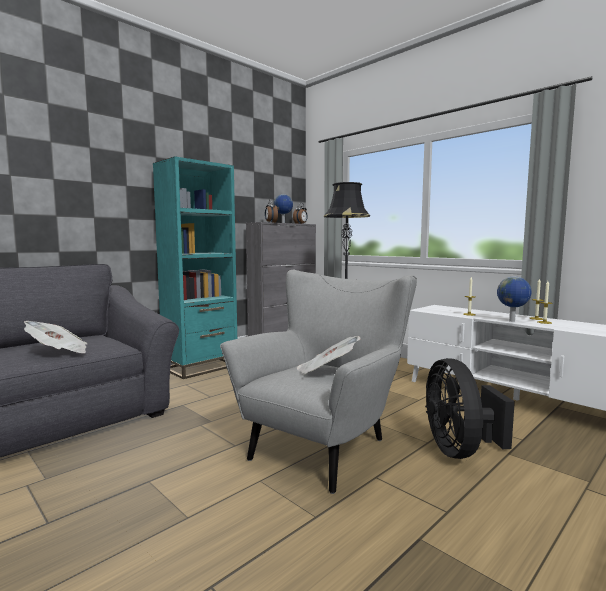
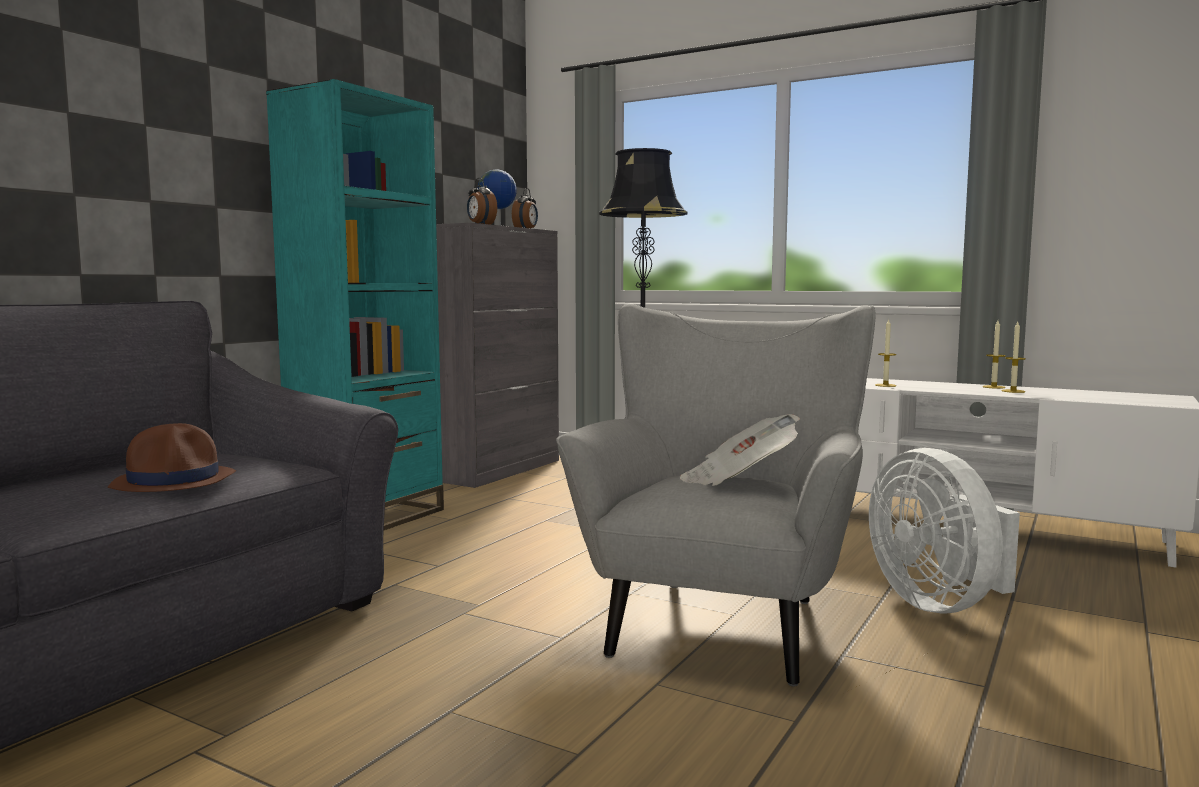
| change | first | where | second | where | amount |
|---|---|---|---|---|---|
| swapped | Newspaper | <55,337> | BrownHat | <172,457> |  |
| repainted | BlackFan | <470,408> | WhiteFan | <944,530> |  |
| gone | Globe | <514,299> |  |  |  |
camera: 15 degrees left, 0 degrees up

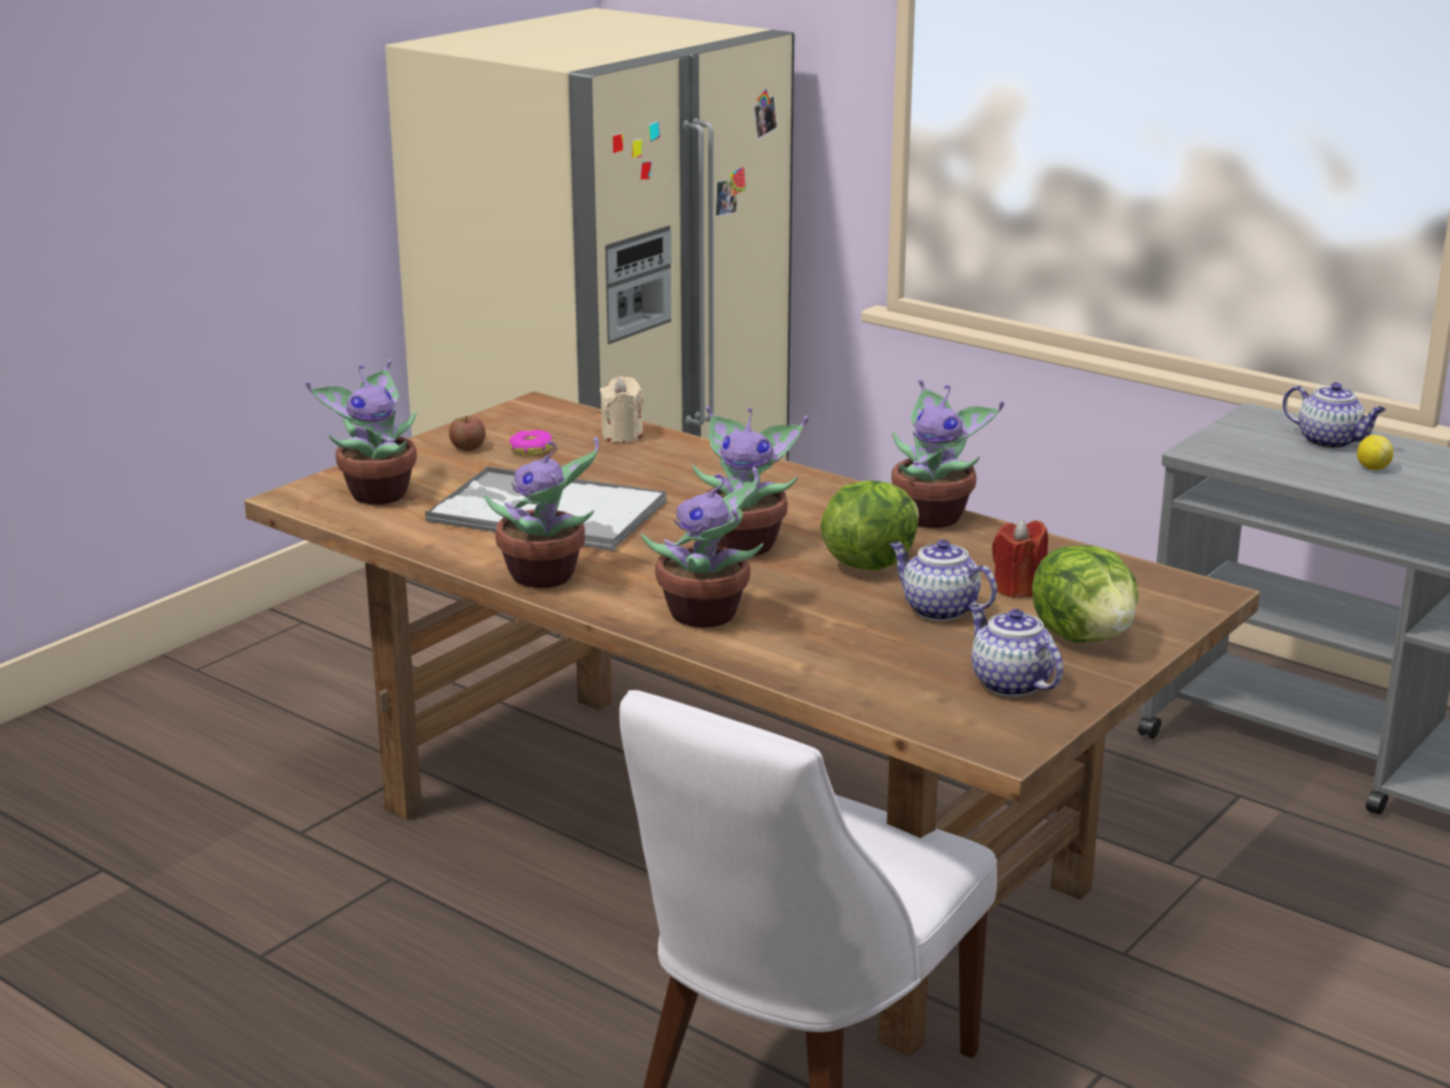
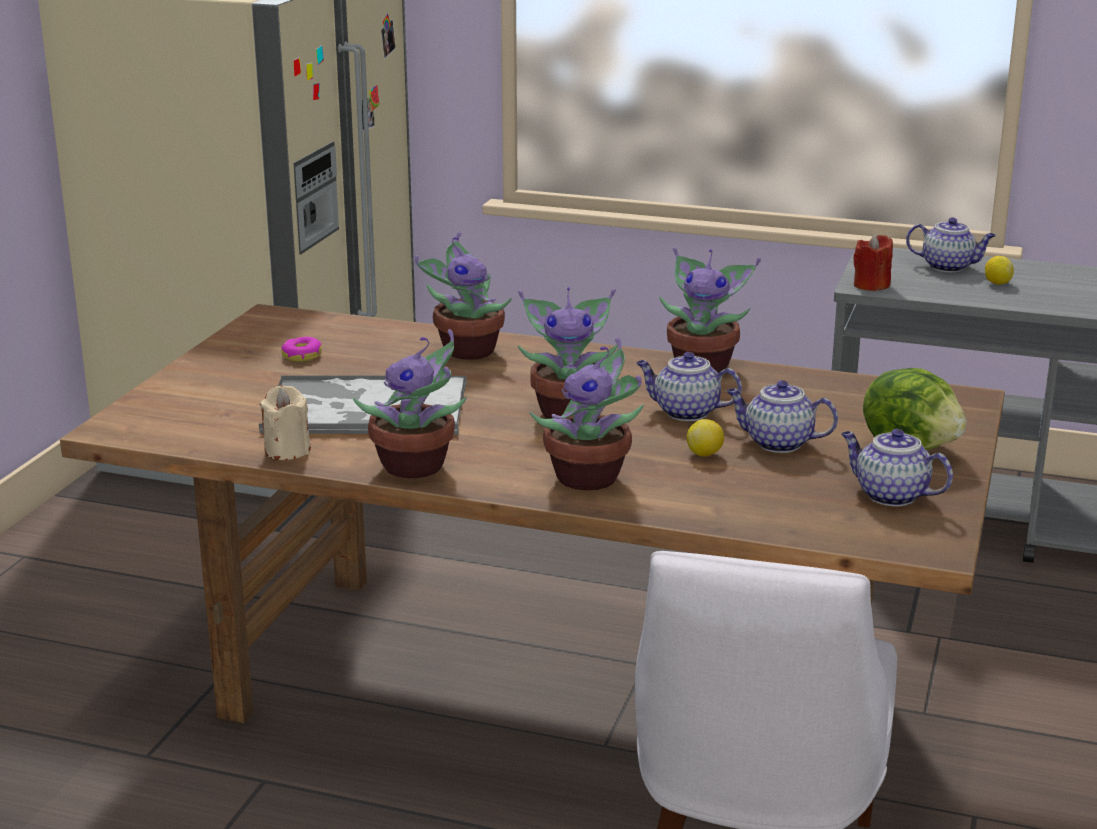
| change | first | where | second | where | amount |
|---|---|---|---|---|---|
| shifted | PottedPlant | <361,432> |  | <463,296> |  |
| gone | Apple | <467,433> |  |  |  |
| shifted | BeigeCandle | <621,409> |  | <285,422> |  |
| swapped | Lettuce | <869,525> | Teapot | <689,386> |  |
| shifted | RedCandle | <1020,558> |  | <873,262> |  |
| new |  |  | Lemon | <705,438> |  |
camera: 20 degrees left, 0 degrees up

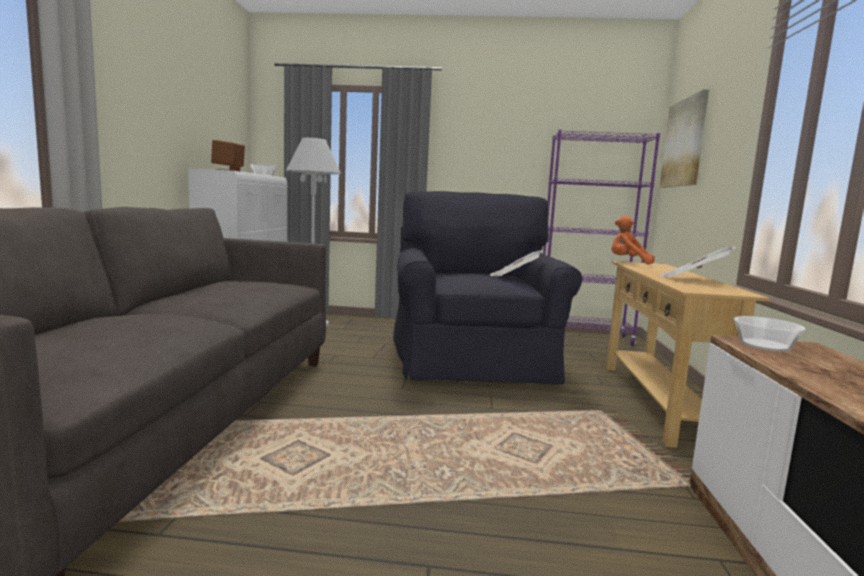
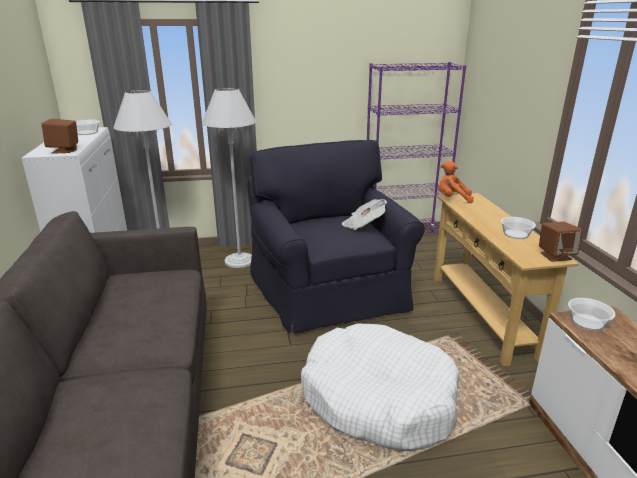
| change | first | where | second | where | amount |
|---|---|---|---|---|---|
| swapped | Newspaper | <697,261> | Bowl | <518,228> |  |
| gone | Picture | <684,138> |  |  |  |
| new |  |  | WhiteFloorLamp | <229,178> |  |
| new |  |  | WhiteDogBed | <380,387> |  |
| new |  |  | BrownSpeaker | <561,242> |  |
camera: 15 degrees left, 15 degrees up

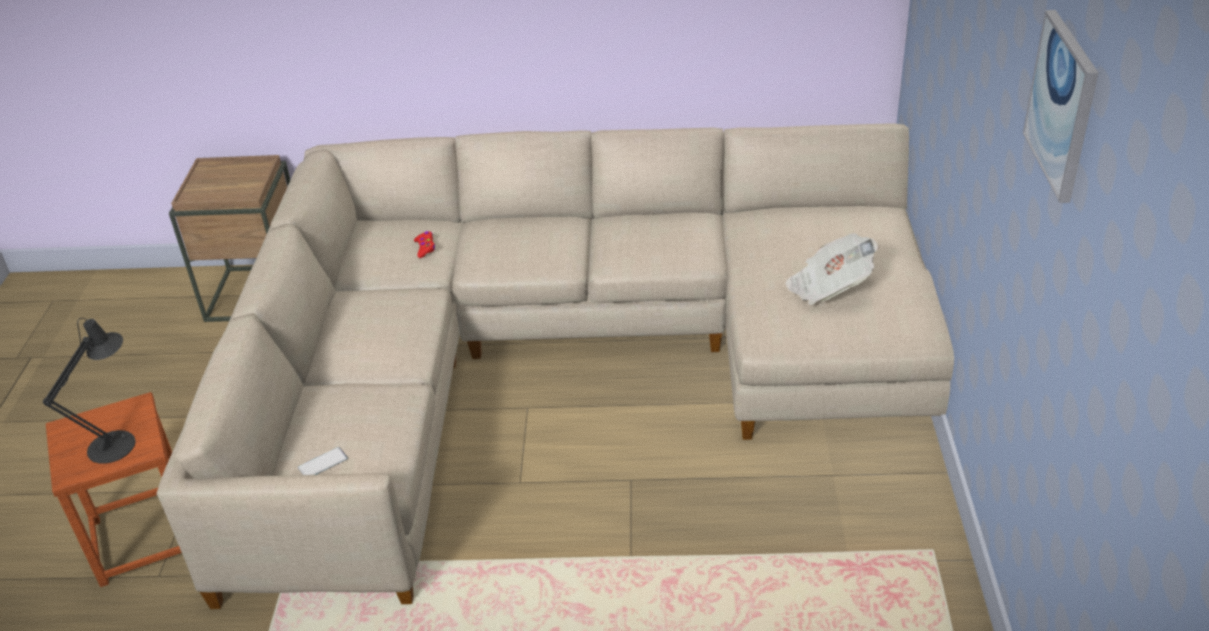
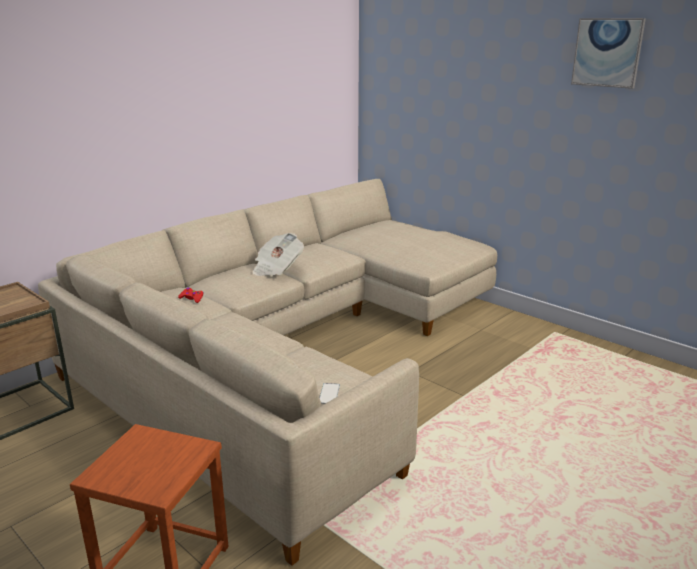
| change | first | where | second | where | amount |
|---|---|---|---|---|---|
| gone | BlackTableLamp | <89,391> |  |  |  |
| shifted | Newspaper | <832,269> |  | <278,254> |  |
camera: 50 degrees left, 15 degrees down

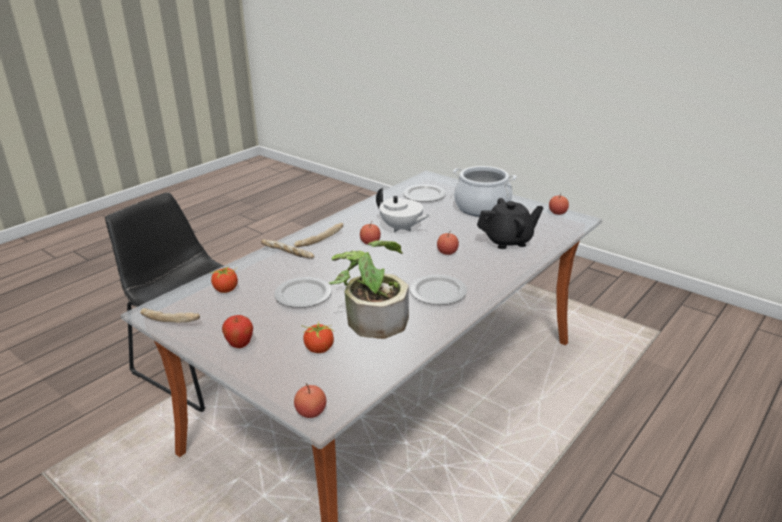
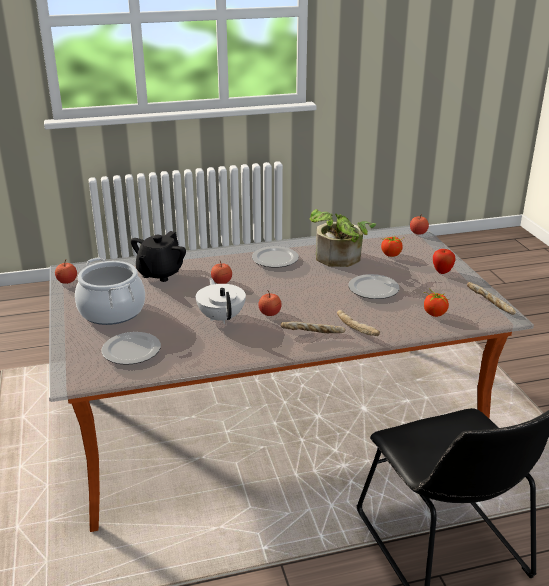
| change | first | where | second | where | amount |
|---|---|---|---|---|---|
| rotated | BlackTeapot | <510,223> |  | <158,256> | 90 degrees counterclockwise |
camera: 145 degrees left, 0 degrees up

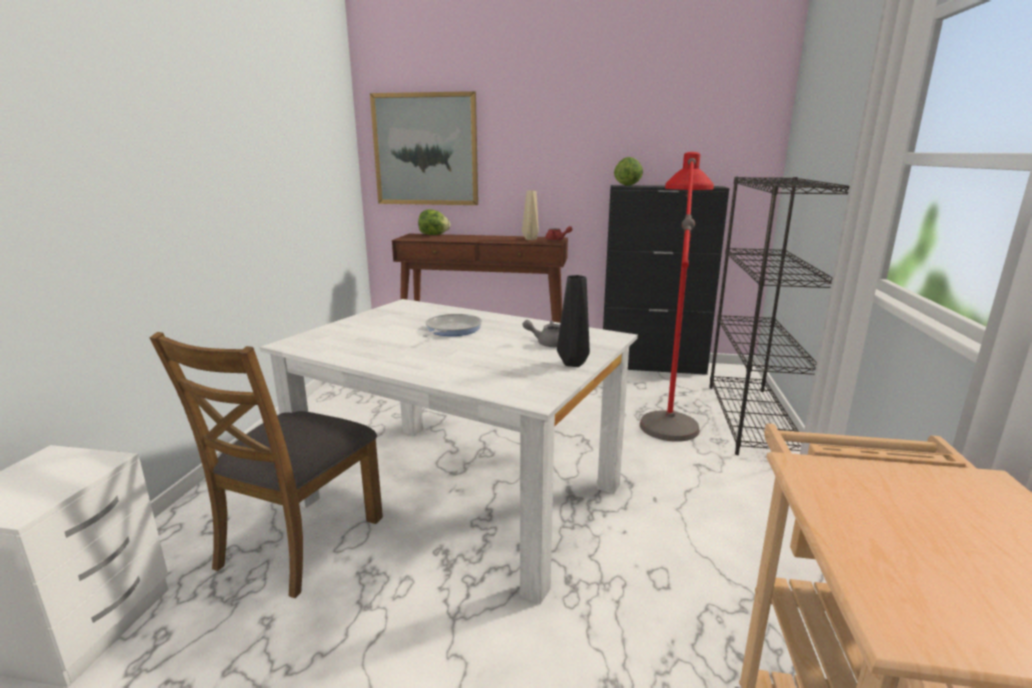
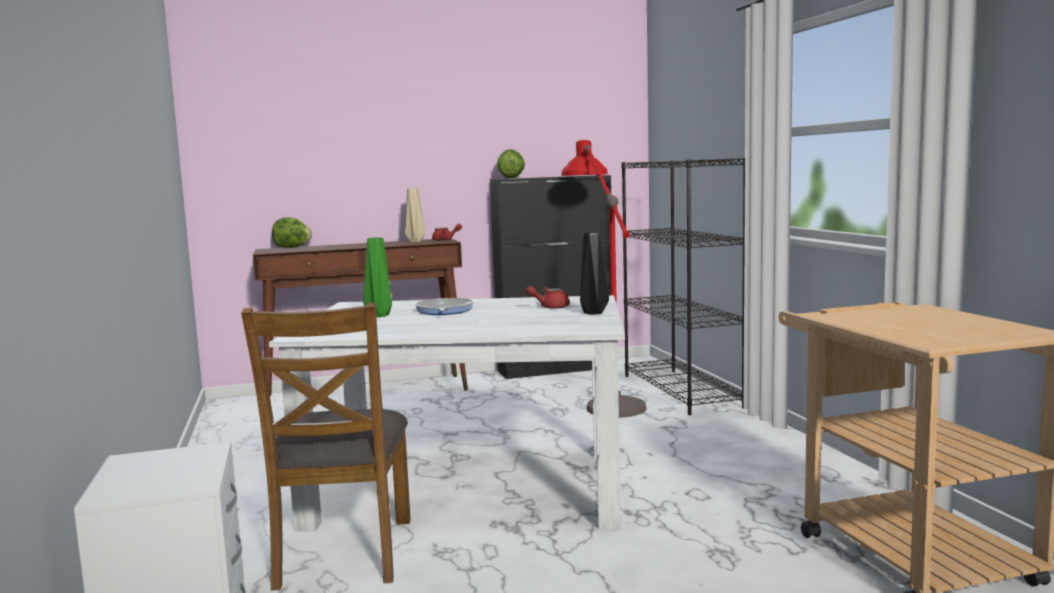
| change | first | where | second | where | amount |
|---|---|---|---|---|---|
| gone | Picture | <424,148> |  |  |  |
| repainted | GreyTeapot | <541,333> | RedTeapot | <548,297> |  |
| new |  |  | GreenVase | <377,277> |  |
camera: 25 degrees left, 10 degrees down

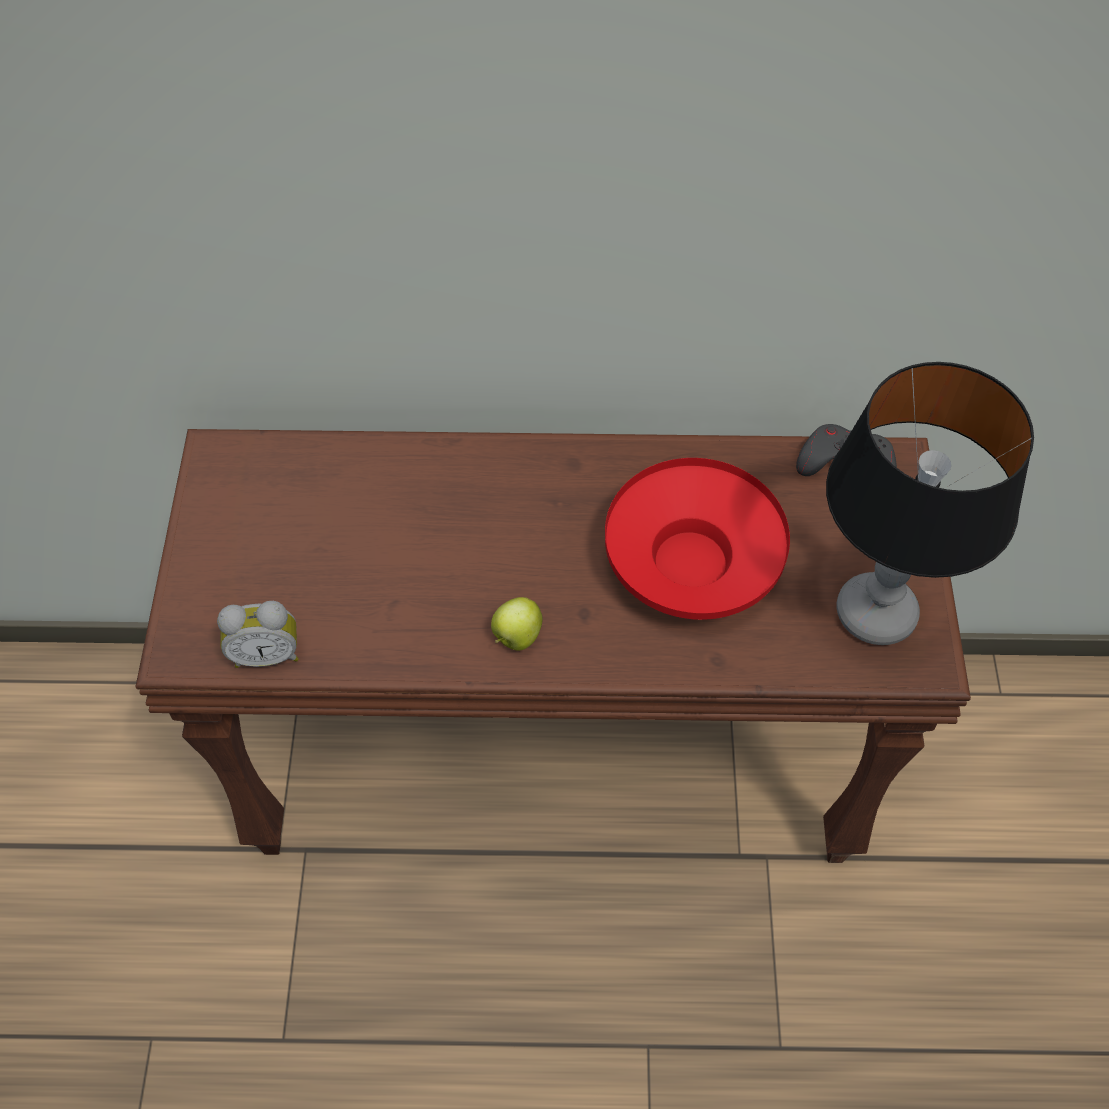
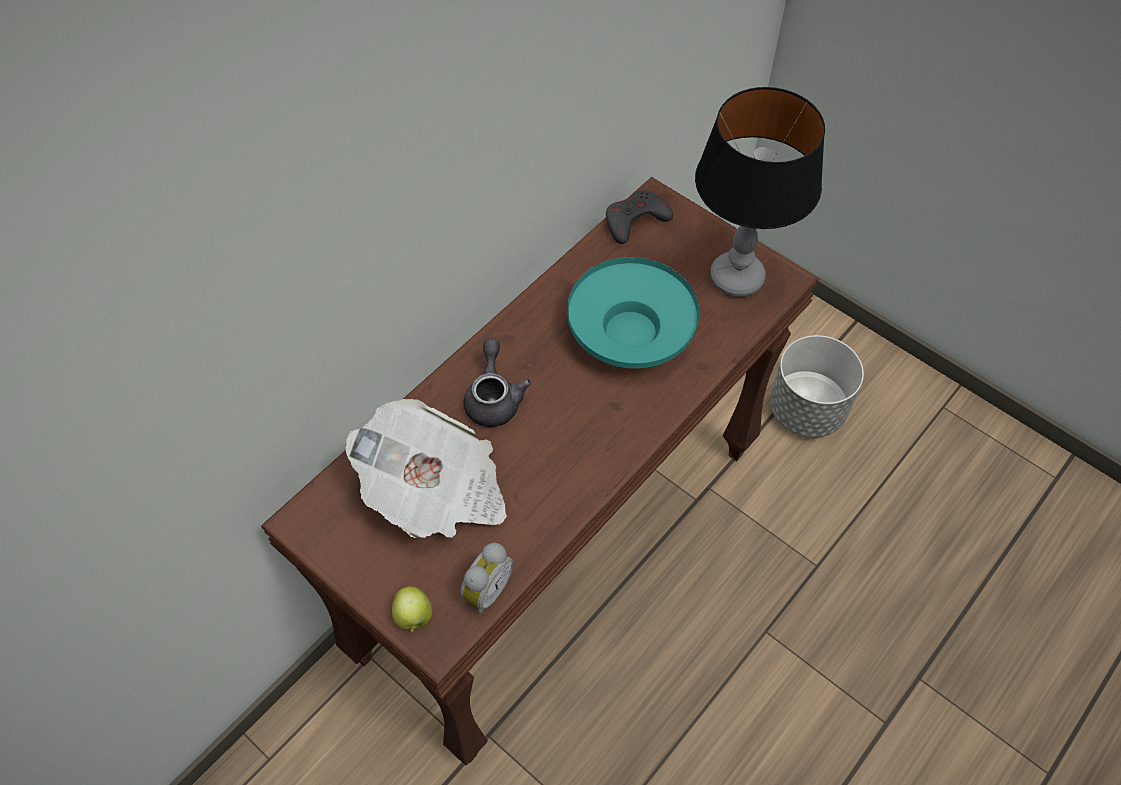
| change | first | where | second | where | amount |
|---|---|---|---|---|---|
| shifted | Apple | <517,624> |  | <412,609> |  |
| repainted | RedBowl | <697,539> | TurquoiseBowl | <633,313> |  |
| new |  |  | Newspaper | <426,469> |  |
| new |  |  | GreyTeapot | <497,382> |  |
| new |  |  | GreyPlanter | <817,386> |  |
camera: 50 degrees left, 0 degrees up

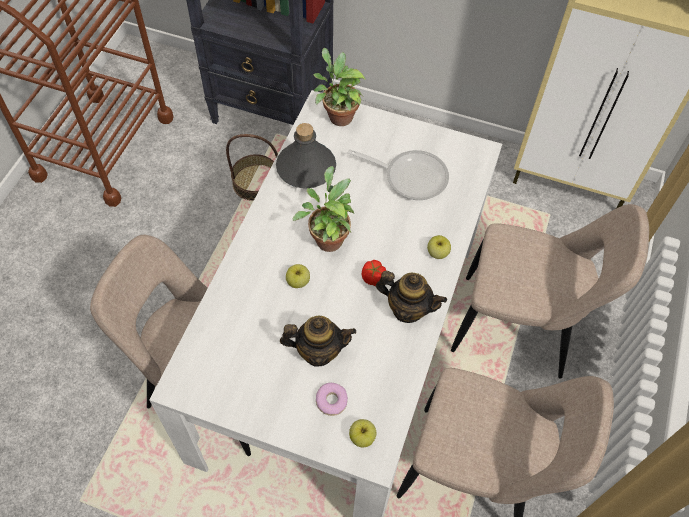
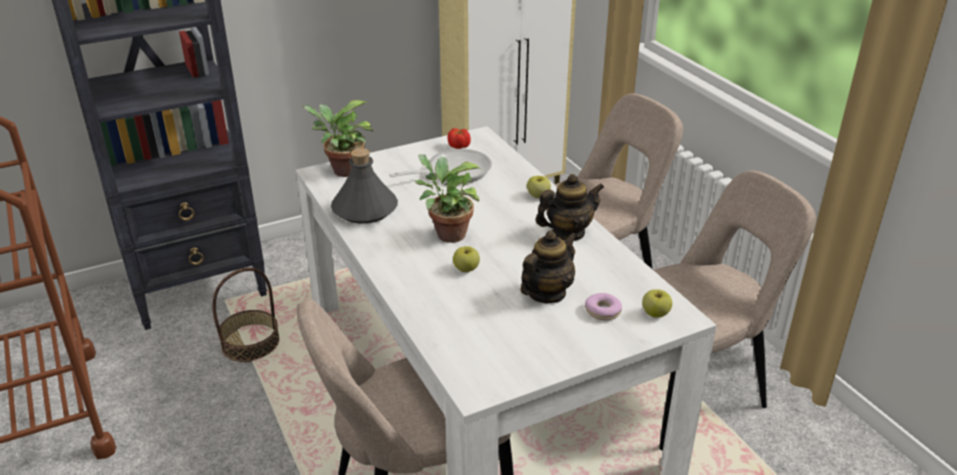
| change | first | where | second | where | amount |
|---|---|---|---|---|---|
| shifted | Tomato | <374,273> |  | <459,138> |  |
camera: 45 degrees left, 25 degrees down

